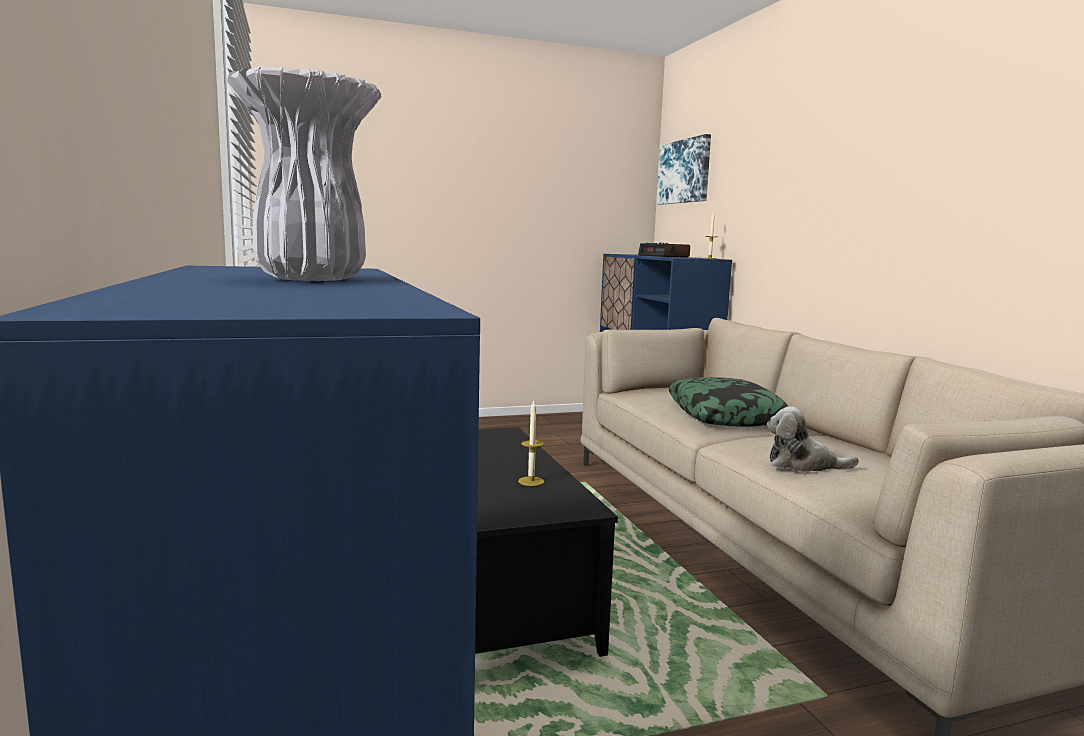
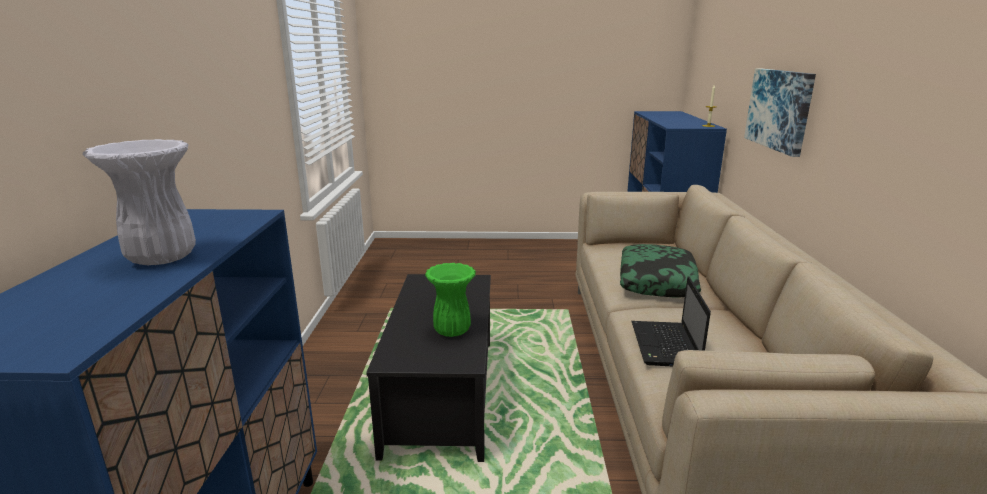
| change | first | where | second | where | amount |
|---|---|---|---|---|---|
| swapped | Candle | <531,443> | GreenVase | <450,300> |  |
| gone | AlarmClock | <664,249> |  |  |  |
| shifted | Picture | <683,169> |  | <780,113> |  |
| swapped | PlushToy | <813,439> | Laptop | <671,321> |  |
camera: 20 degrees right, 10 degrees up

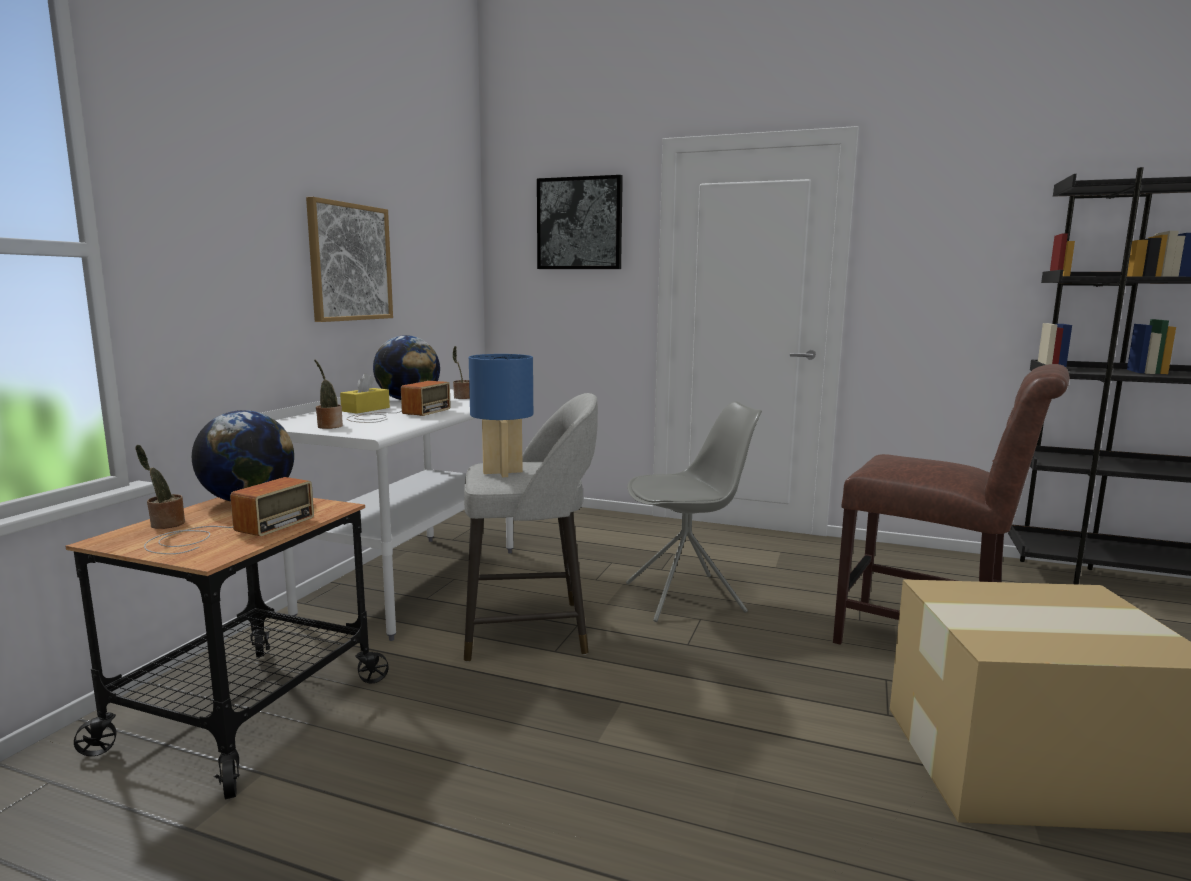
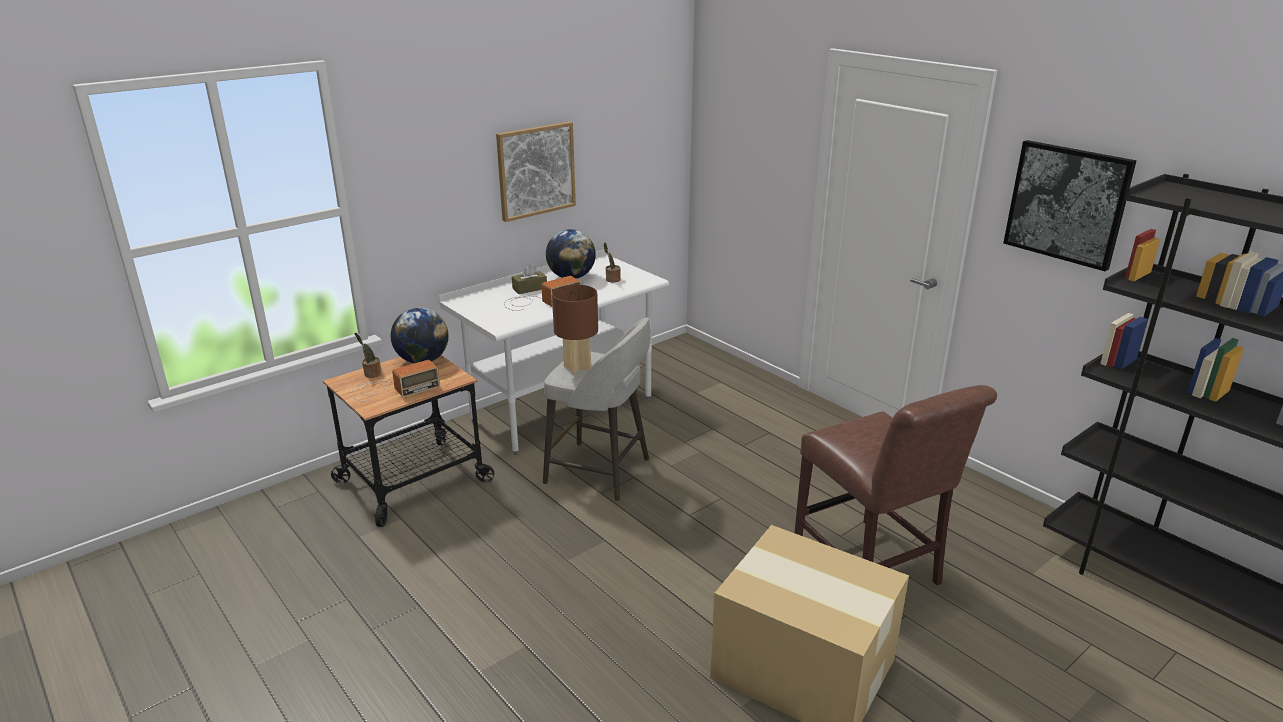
| change | first | where | second | where | amount |
|---|---|---|---|---|---|
| gone | PottedPlant | <328,394> |  |  |  |
| repainted | YellowTissueBox | <365,393> | BrownTissueBox | <529,279> |  |
| repainted | BlueTableLamp | <501,415> | BrownTableLamp | <575,329> |  |
| shifted | Picture | <580,222> |  | <1070,205> |  |
| gone | GreyChair | <694,511> |  |  |  |
camera: 30 degrees right, 15 degrees up

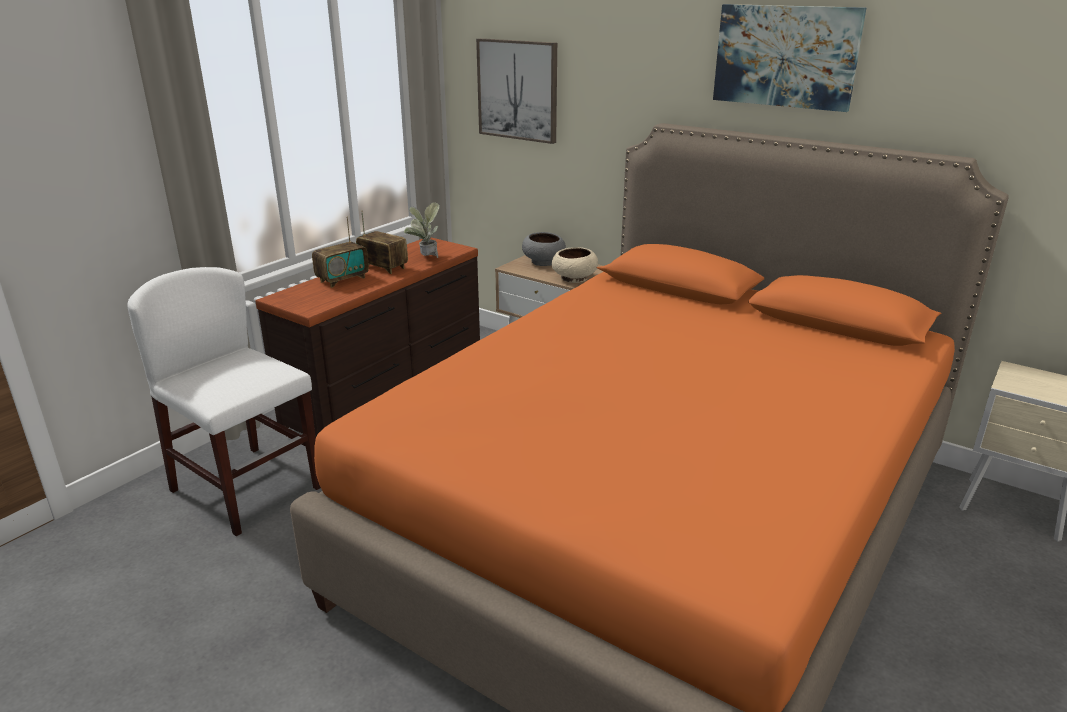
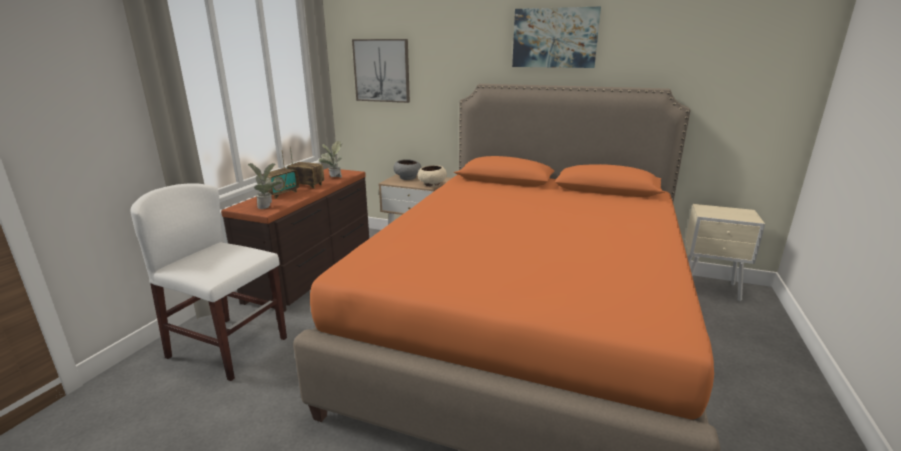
| change | first | where | second | where | amount |
|---|---|---|---|---|---|
| new |  |  | PottedPlant | <265,186> |  |
camera: 15 degrees left, 5 degrees down

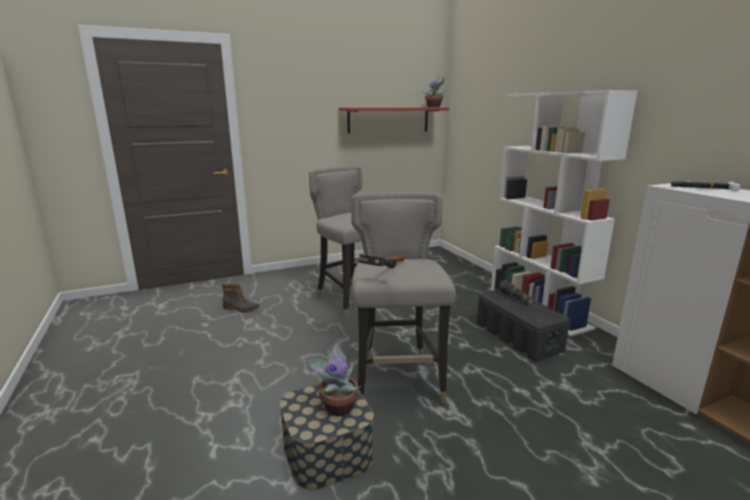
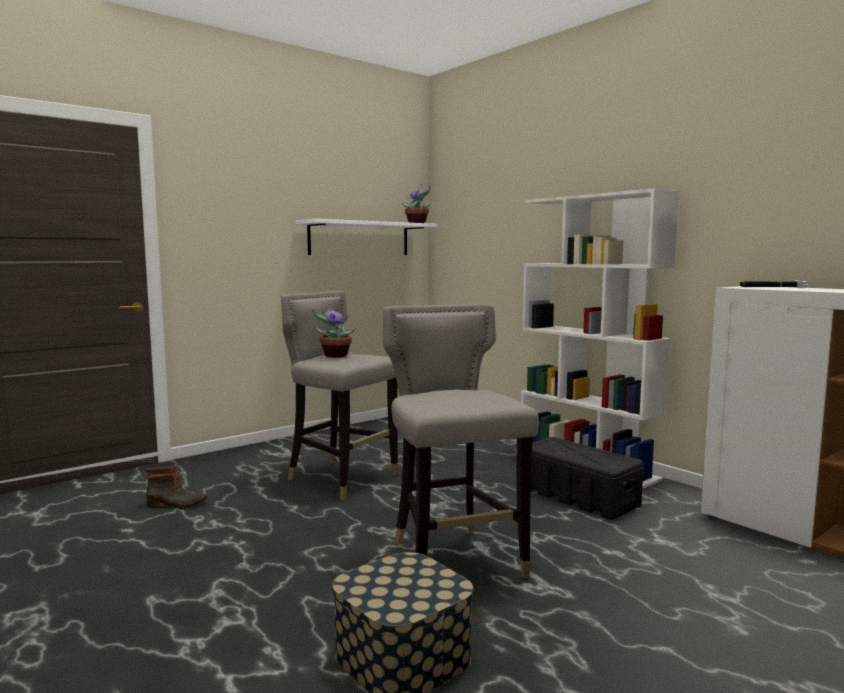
| change | first | where | second | where | amount |
|---|---|---|---|---|---|
| shifted | PottedPlant | <333,377> |  | <334,330> |  |
| repainted | RedShelf | <394,120> | WhiteShelf | <366,237> |  |
| gone | Hammer | <382,261> |  |  |  |
| gone | Flashlight | <516,293> |  |  |  |
camera: 15 degrees left, 10 degrees down

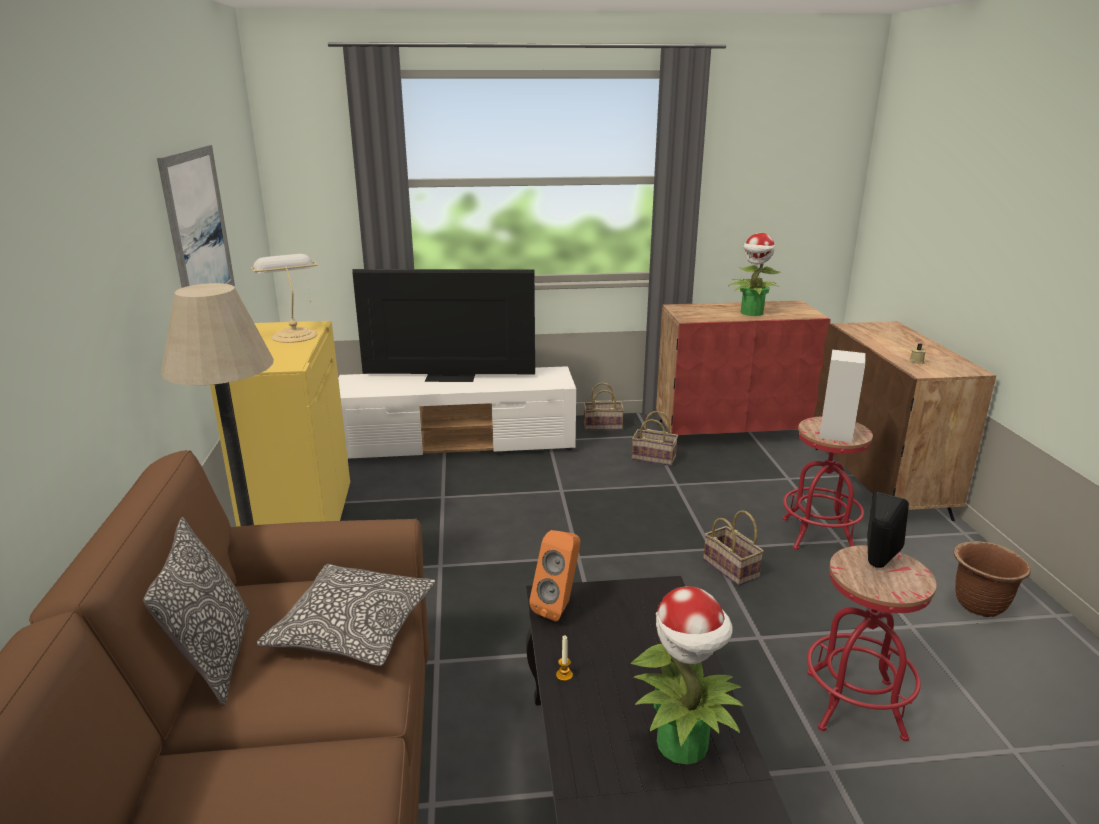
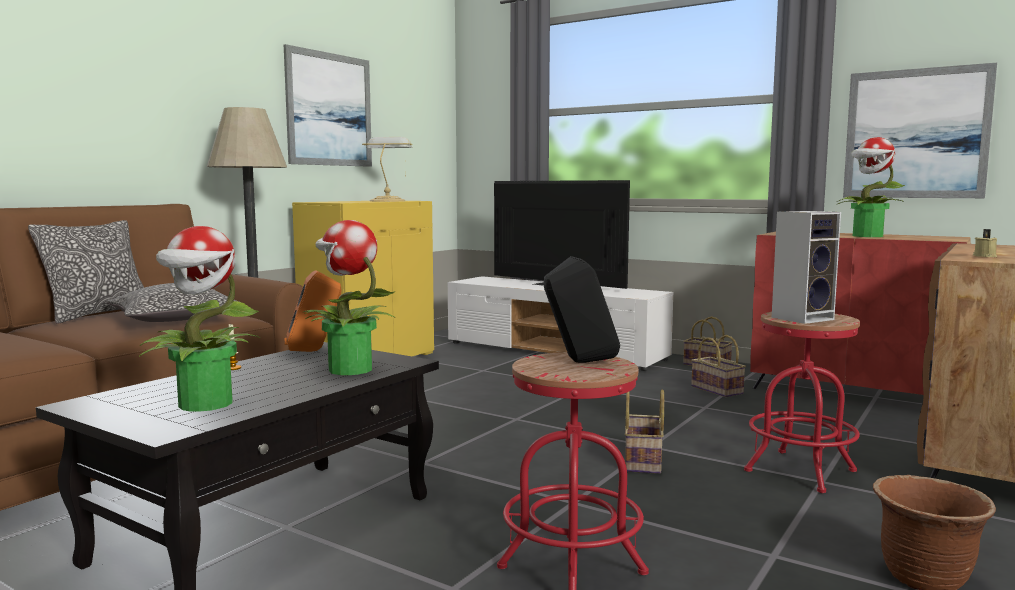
| change | first | where | second | where | amount |
|---|---|---|---|---|---|
| new |  |  | PottedPlant | <348,297> |  |
| new |  |  | Picture | <920,130> |  |
camera: 40 degrees right, 15 degrees down

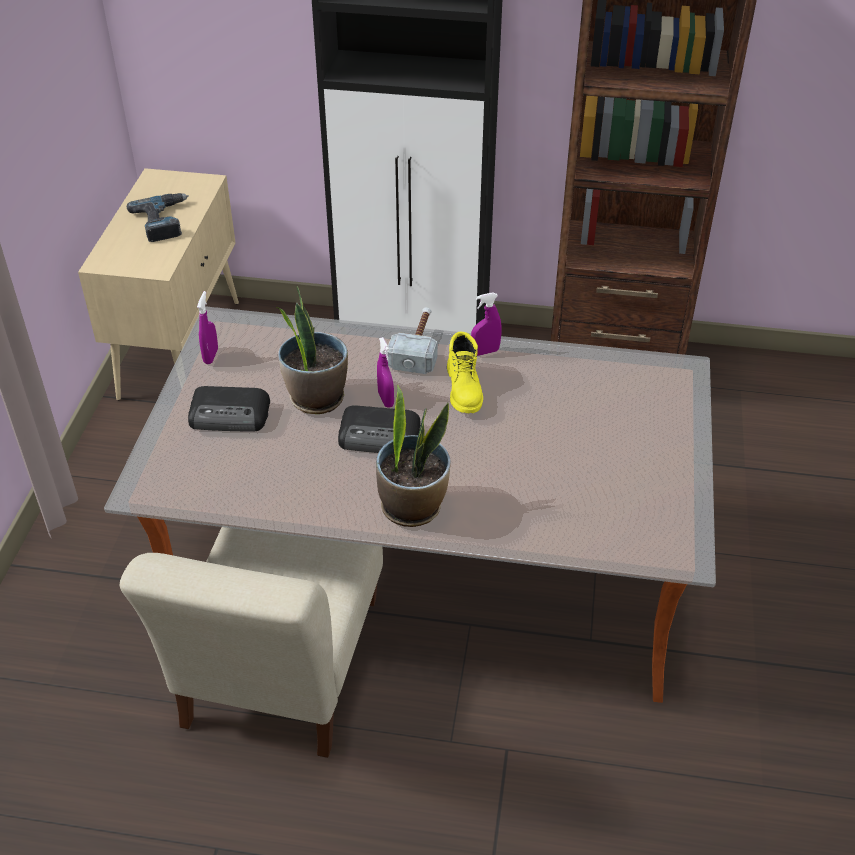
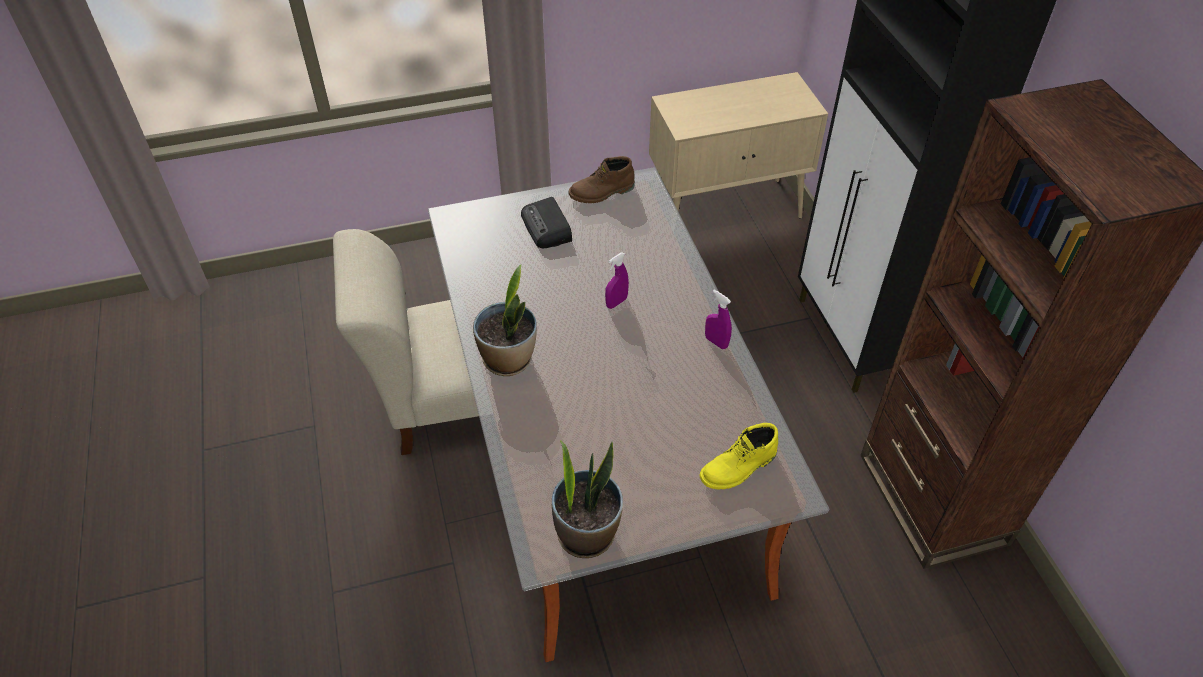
| change | first | where | second | where | amount |
|---|---|---|---|---|---|
| gone | PowerDrill | <158,217> |  |  |  |
| swapped | PurpleSprayBottle | <207,327> | BrownBoot | <601,179> |  |
| shifted | PottedPlant | <312,350> |  | <587,499> |  |
| gone | Radio | <379,429> |  |  |  |
| gone | Hammer | <413,340> |  |  |  |
| shifted | YellowBoot | <465,372> |  | <739,456> |  |
camera: 65 degrees right, 5 degrees up

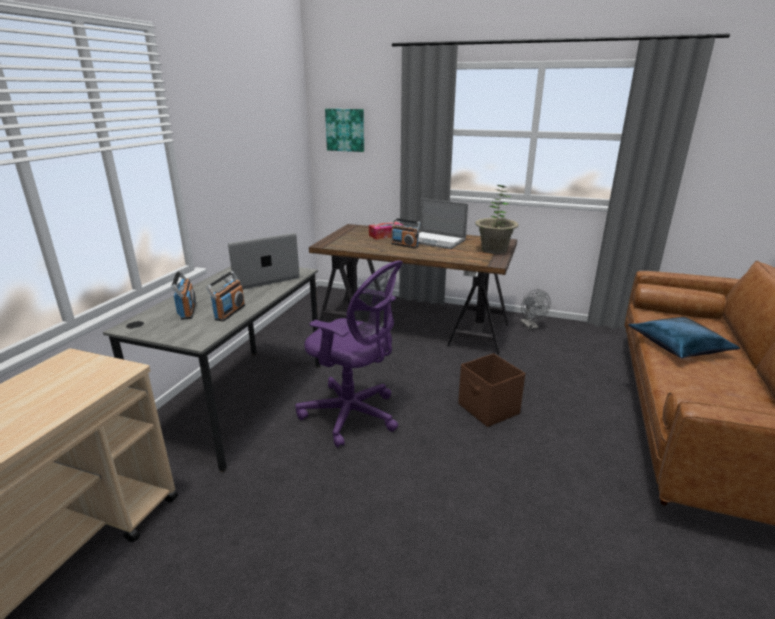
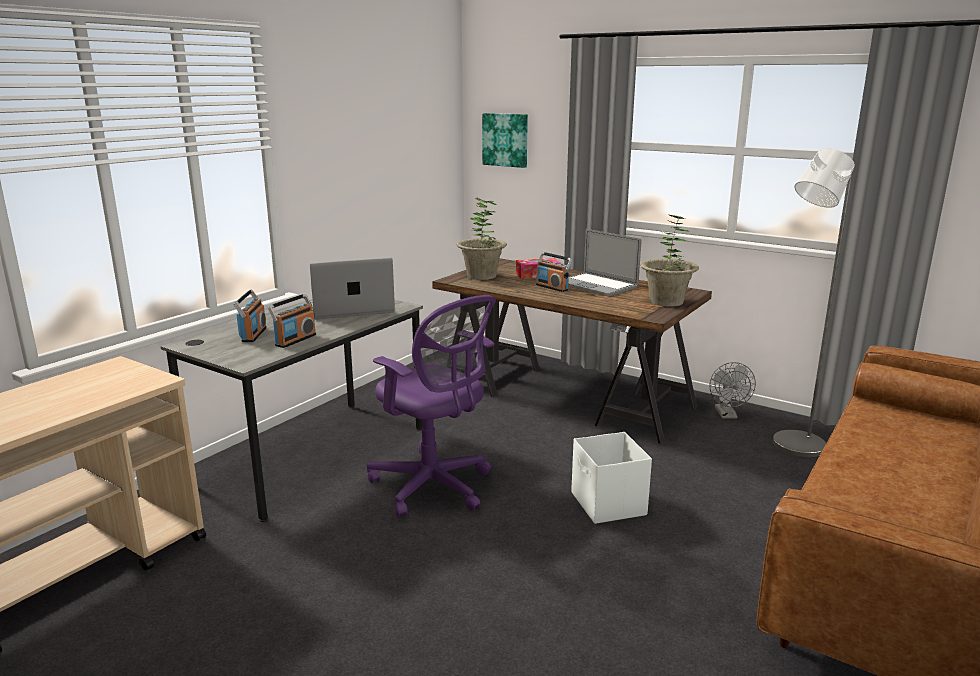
| change | first | where | second | where | amount |
|---|---|---|---|---|---|
| repainted | BrownStorageBox | <491,390> | WhiteStorageBox | <611,478> |  |
| gone | BluePillow | <684,337> |  |  |  |
| new |  |  | PottedPlant | <482,239> |  |
| new |  |  | GreyFloorLamp | <814,302> |  |
camera: 15 degrees right, 5 degrees down

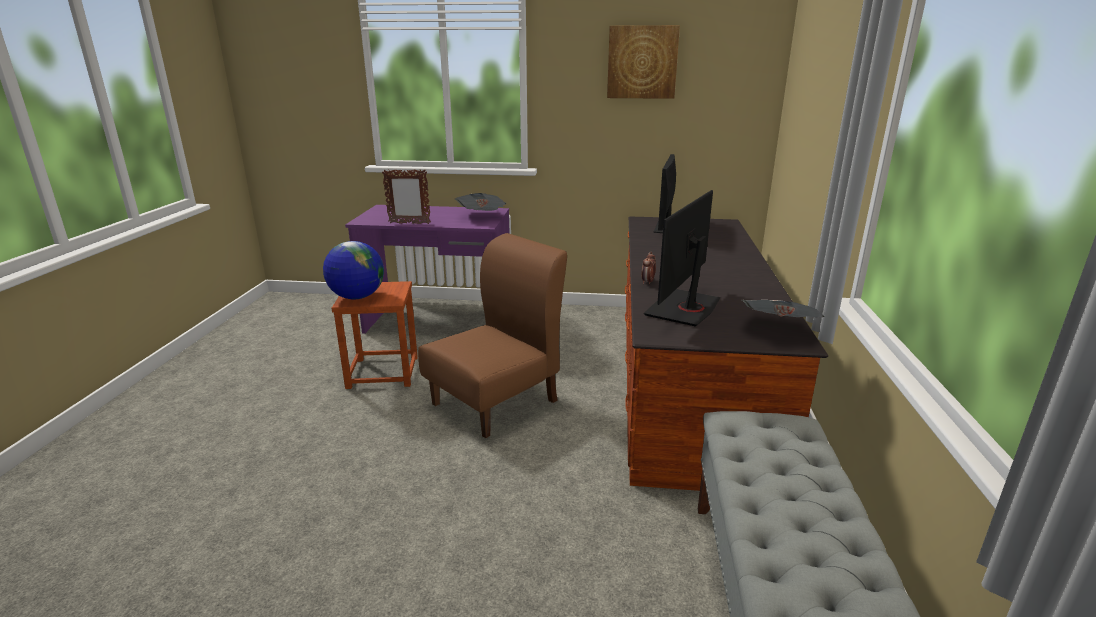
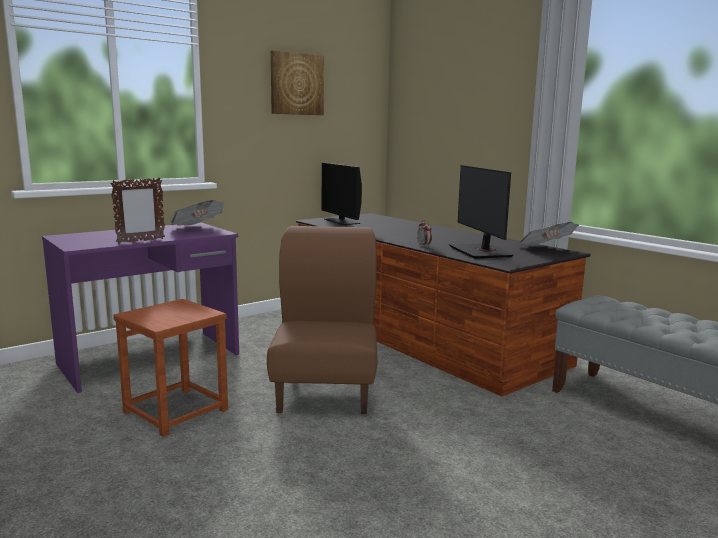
| change | first | where | second | where | amount |
|---|---|---|---|---|---|
| gone | Globe | <353,270> |  |  |  |
camera: 45 degrees left, 10 degrees down

